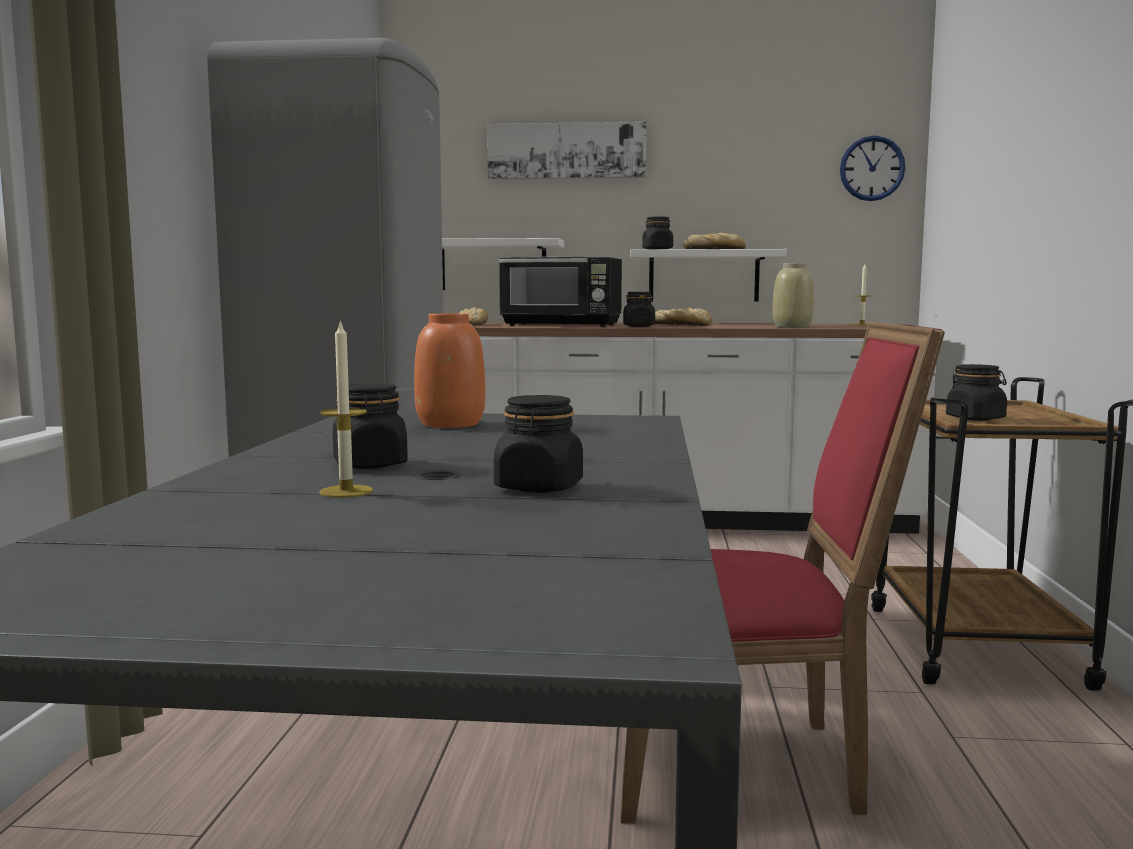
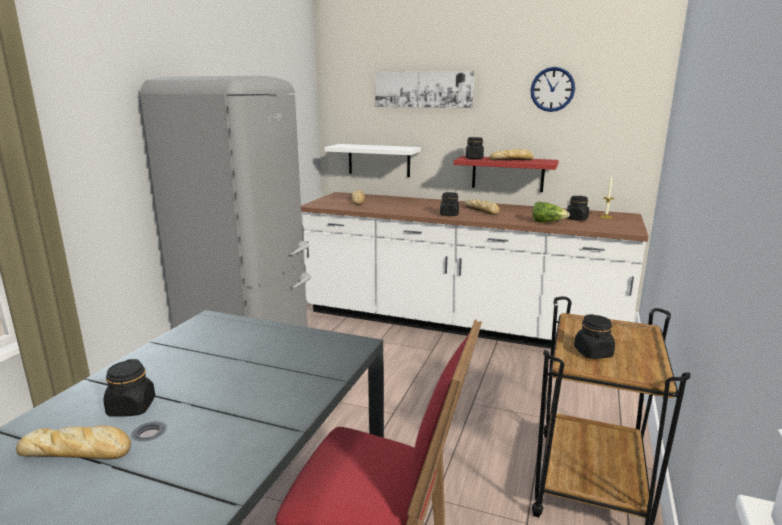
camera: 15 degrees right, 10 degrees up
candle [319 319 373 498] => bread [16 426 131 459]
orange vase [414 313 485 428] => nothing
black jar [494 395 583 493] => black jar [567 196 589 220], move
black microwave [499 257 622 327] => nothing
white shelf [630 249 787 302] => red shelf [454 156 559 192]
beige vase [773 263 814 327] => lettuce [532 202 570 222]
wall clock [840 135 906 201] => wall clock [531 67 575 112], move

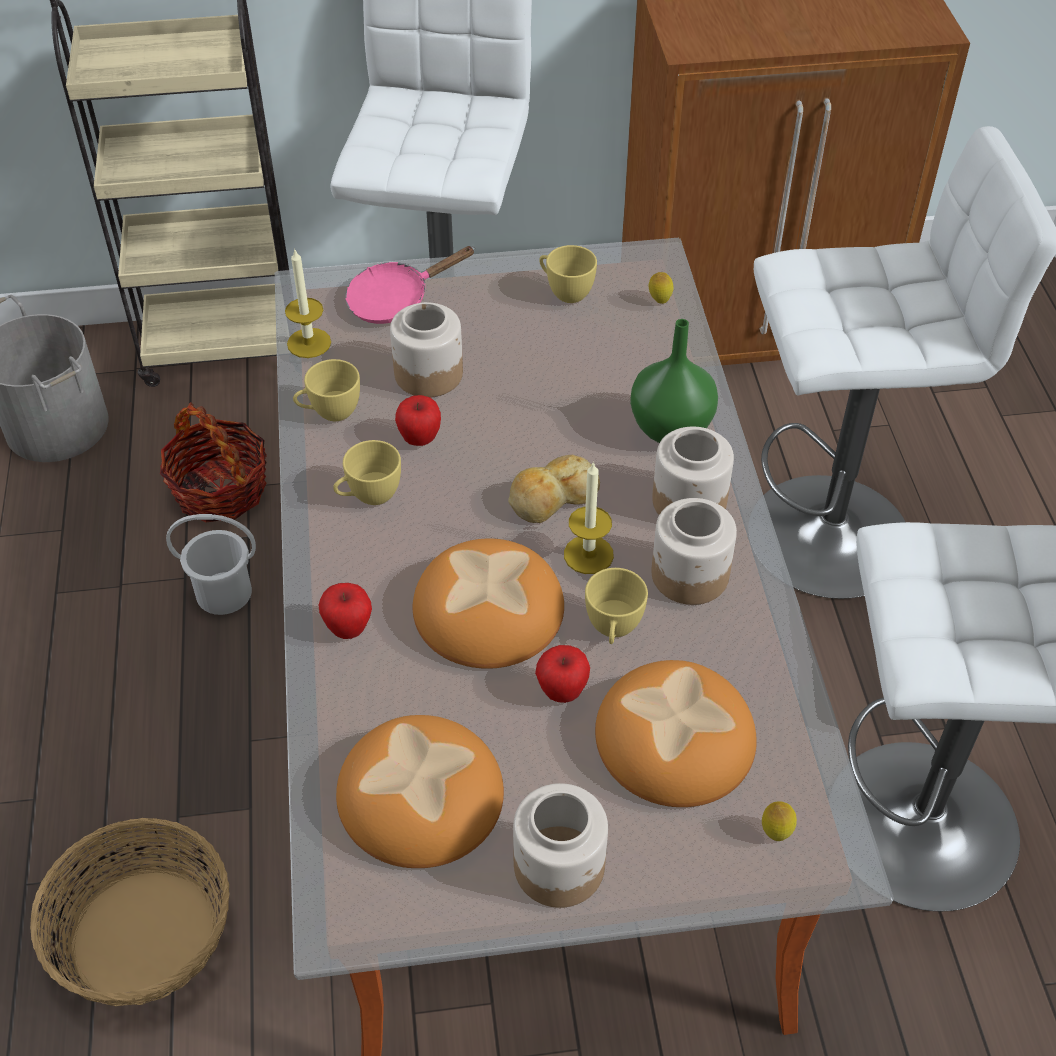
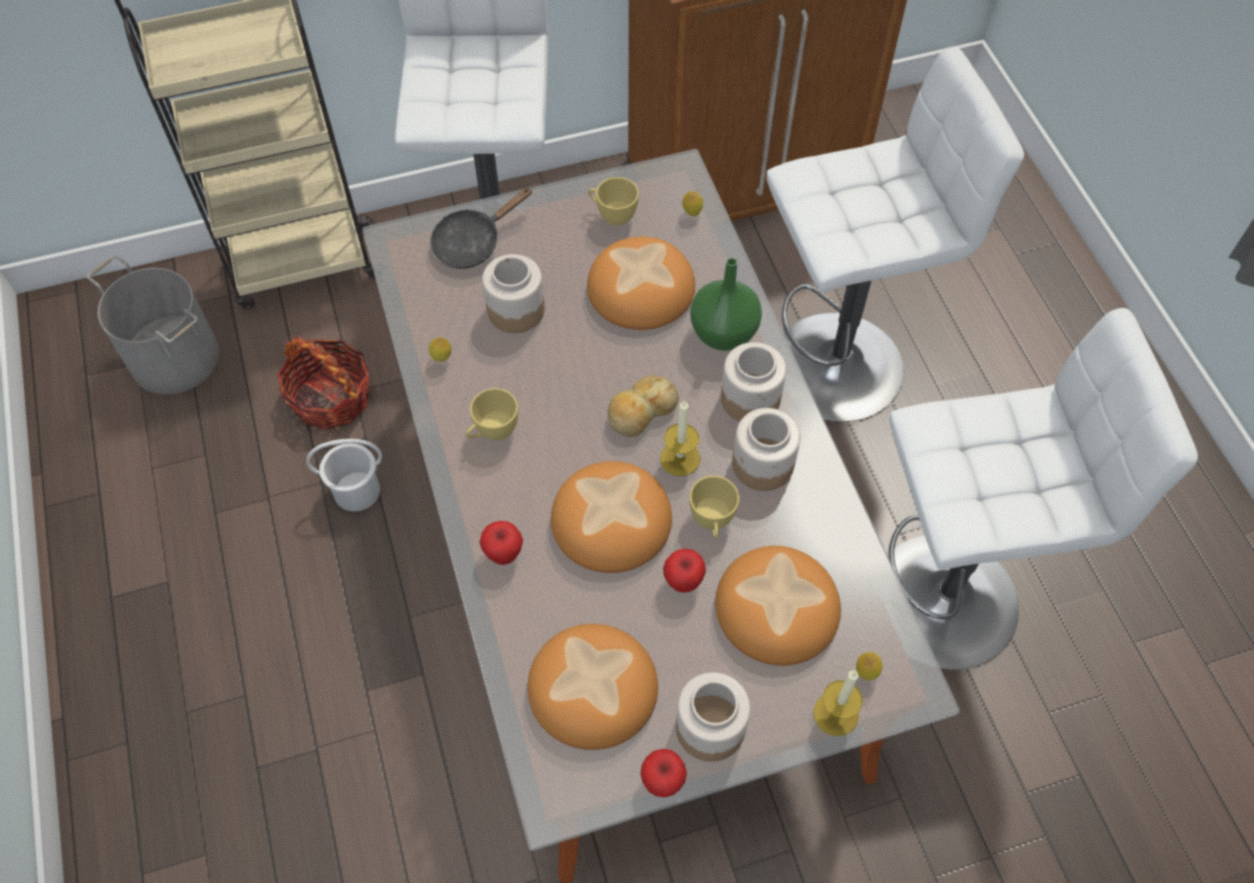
camera: 10 degrees left, 10 degrees up
basket [30 818 230 1006] => nothing
candle [285 250 331 358] => candle [813 670 863 736], move
yellow cup [293 359 360 421] => lemon [429 337 451 362]
pink frying pan [345 246 475 324] => black frying pan [430 187 533 269]
apple [395 395 441 446] => apple [640 749 687 797], move
nothing => bread [587 237 695 330]

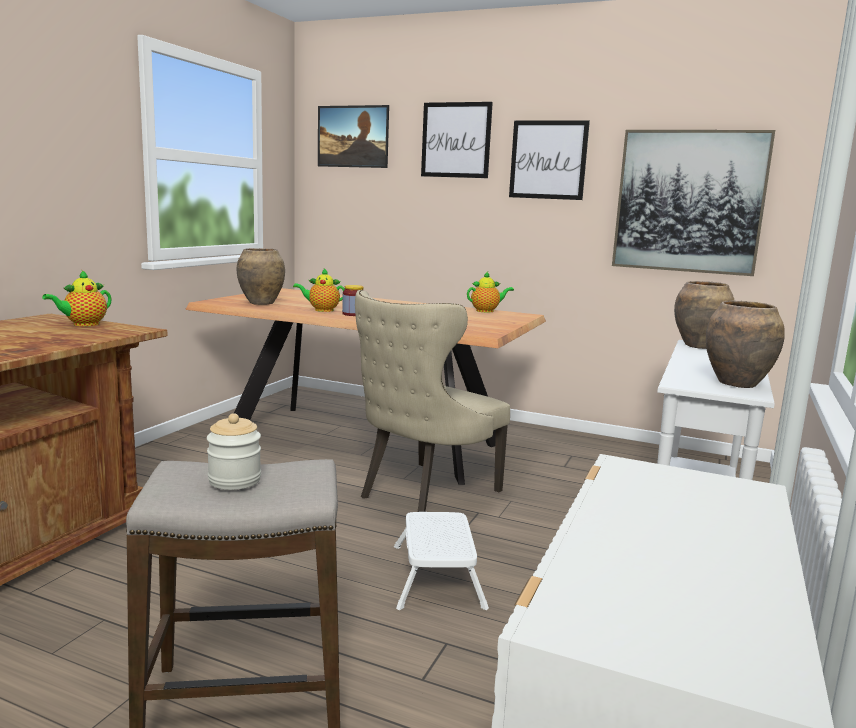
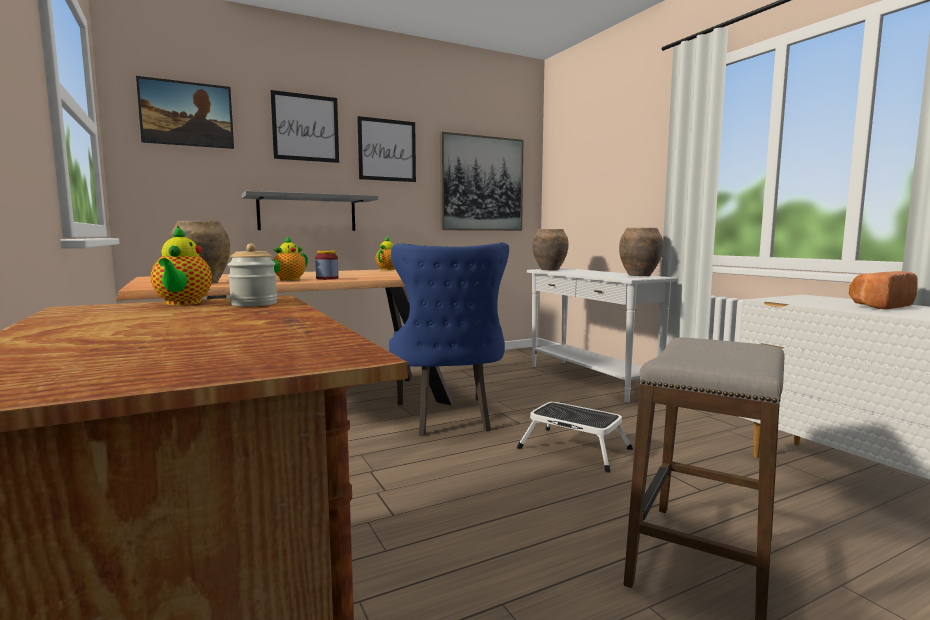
camera: 50 degrees left, 5 degrees down
jar [207 413 261 490] => jar [228 243 277 307], move
beige chair [355 290 510 512] => blue chair [389 243 509 436]
white step ladder [394 512 489 610] => black step ladder [517 402 633 473]
nothing => grey shelf [241 191 378 231]
nothing => bread [849 271 918 309]

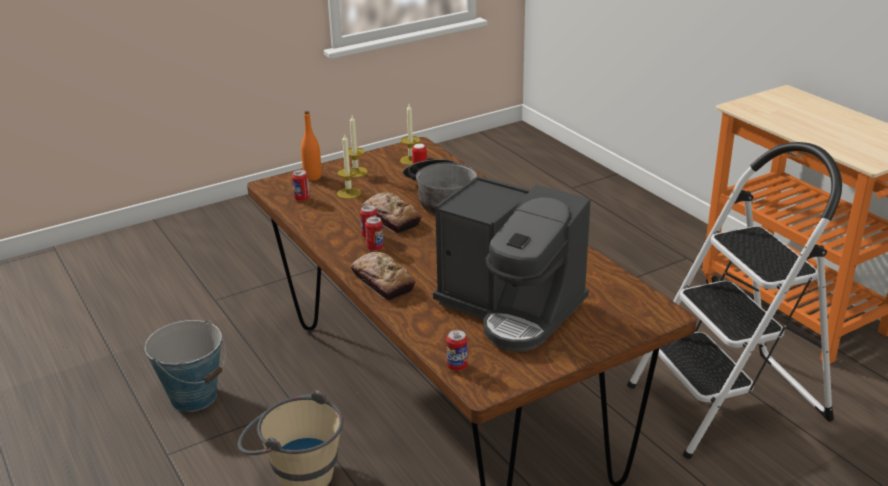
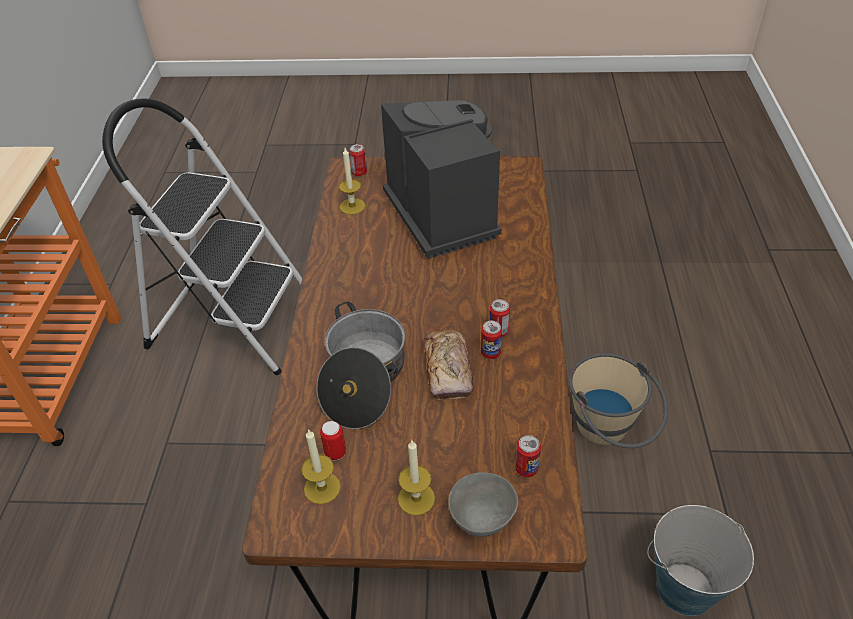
camera: 145 degrees left, 15 degrees up
orange bottle [301 111 322 181] => grey bowl [448 472 518 537]
candle [337 133 361 199] => candle [339 148 365 215], move
bread [351 252 415 300] => nothing
can [446 330 467 371] => can [349 144 367 176], move

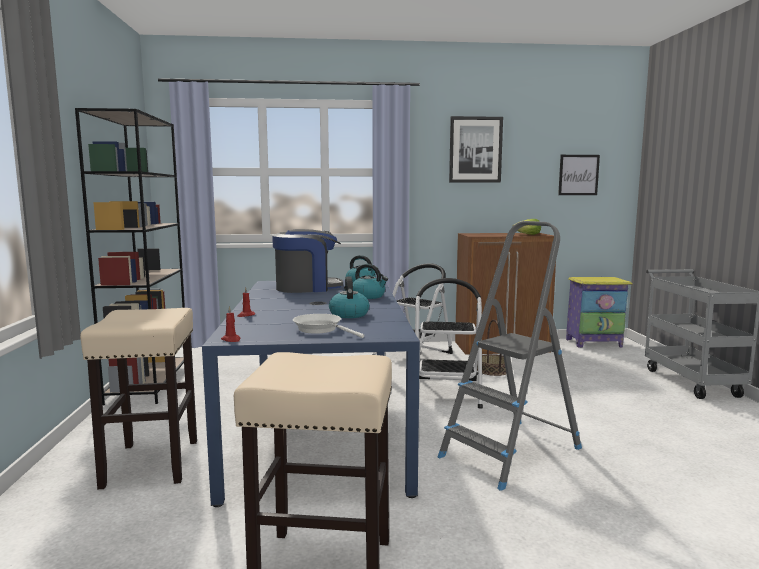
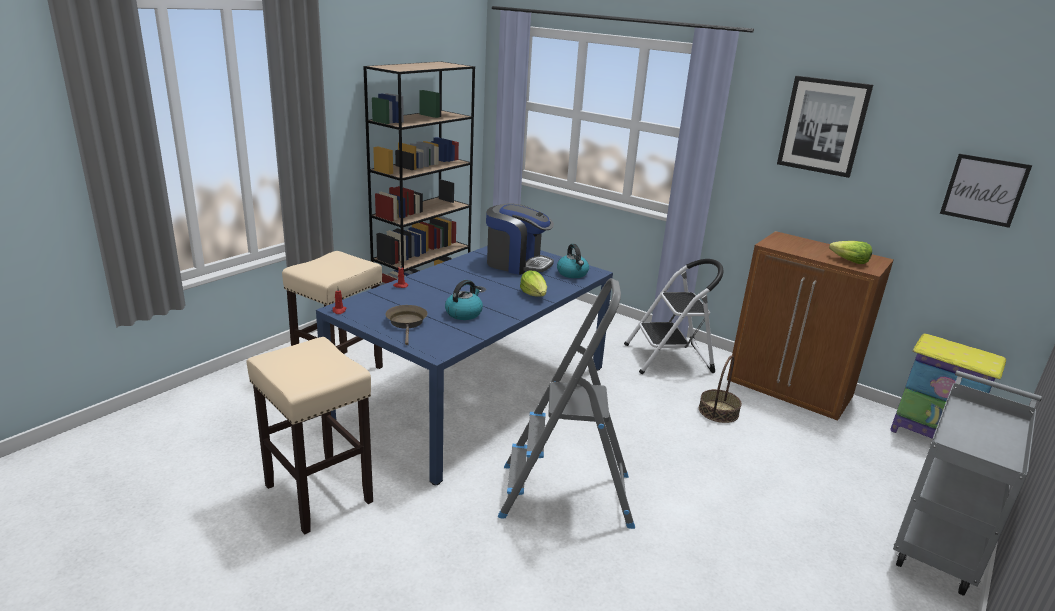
camera: 40 degrees right, 15 degrees up
white frying pan [293 314 364 338] => brown frying pan [385 305 427 345]
kettle [353 264 388 299] => lettuce [520 270 547 296]
step ladder [415 278 483 409] => nothing

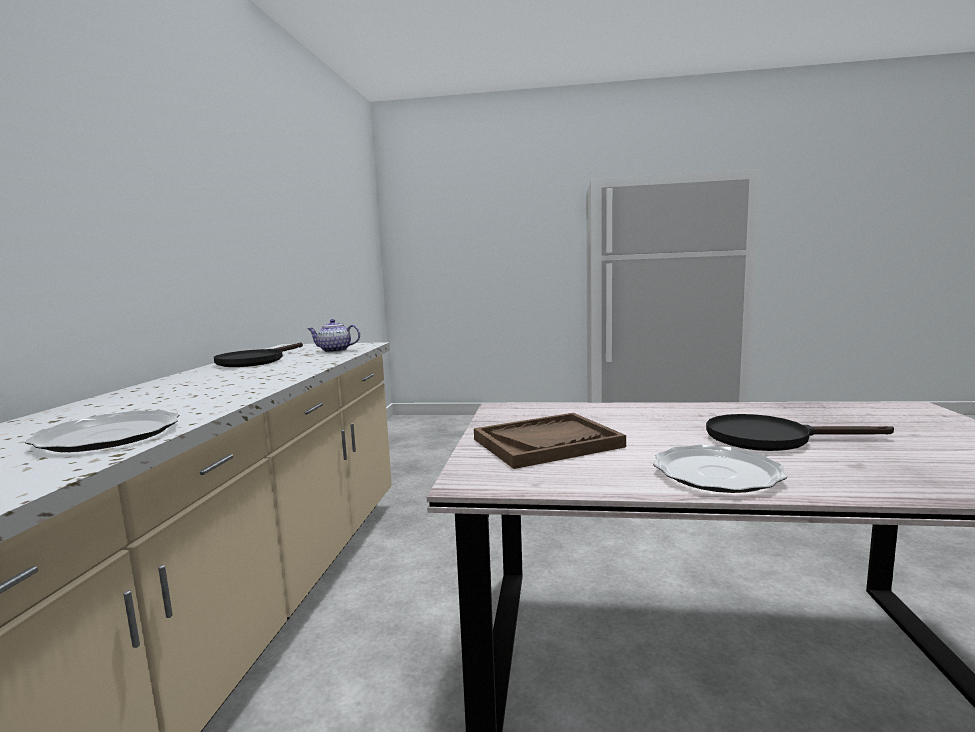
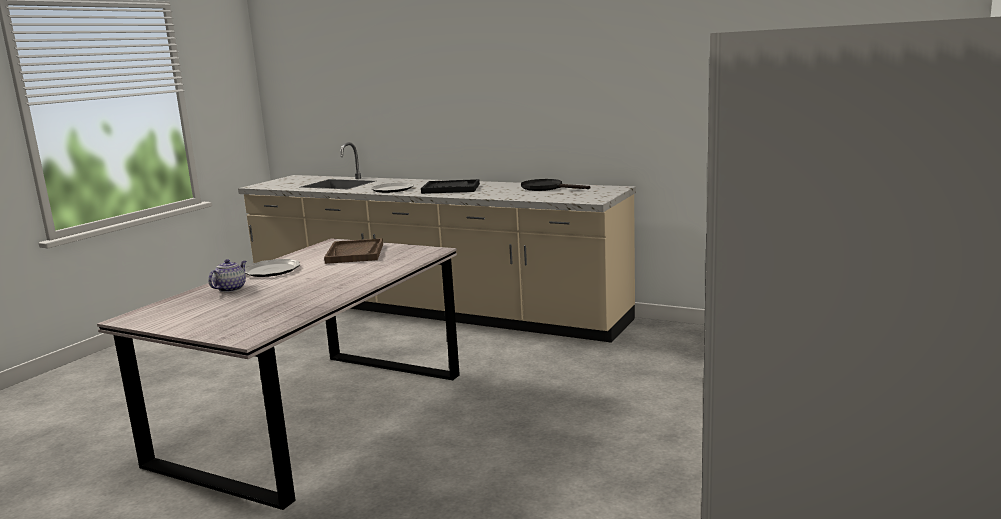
camera: 110 degrees right, 5 degrees up
teapot [307 319 360 352] => teapot [208 259 246 292], move
black frying pan [706 414 894 451] => nothing
nothing => black tray [421 179 480 194]

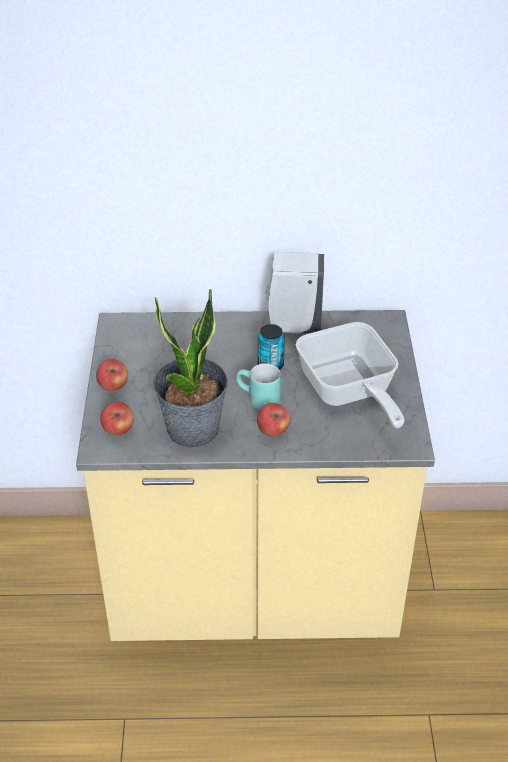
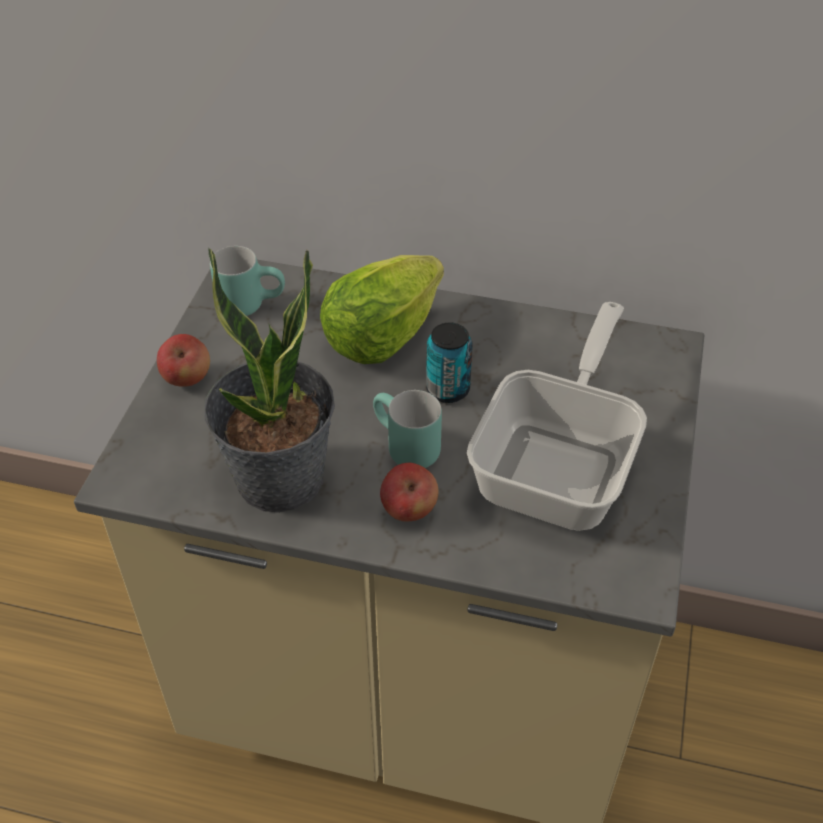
camera: 15 degrees right, 5 degrees up
apple [100 402 134 435] => nothing
white soap dispenser [265 252 324 333] => nothing
frying pan [296 322 405 428] => frying pan [467 302 647 531], 150 degrees counterclockwise
nothing => turquoise mug [210 246 285 316]
nothing => lettuce [320 255 444 364]

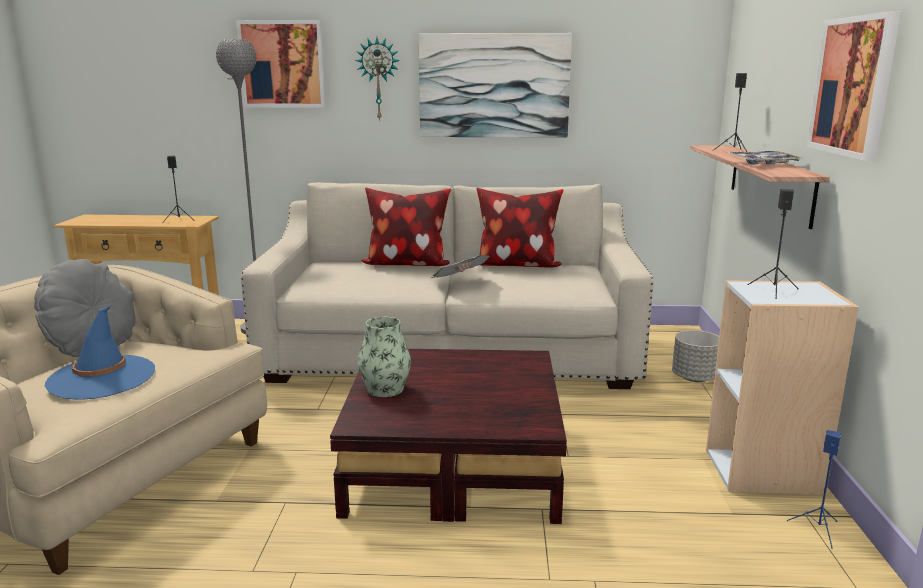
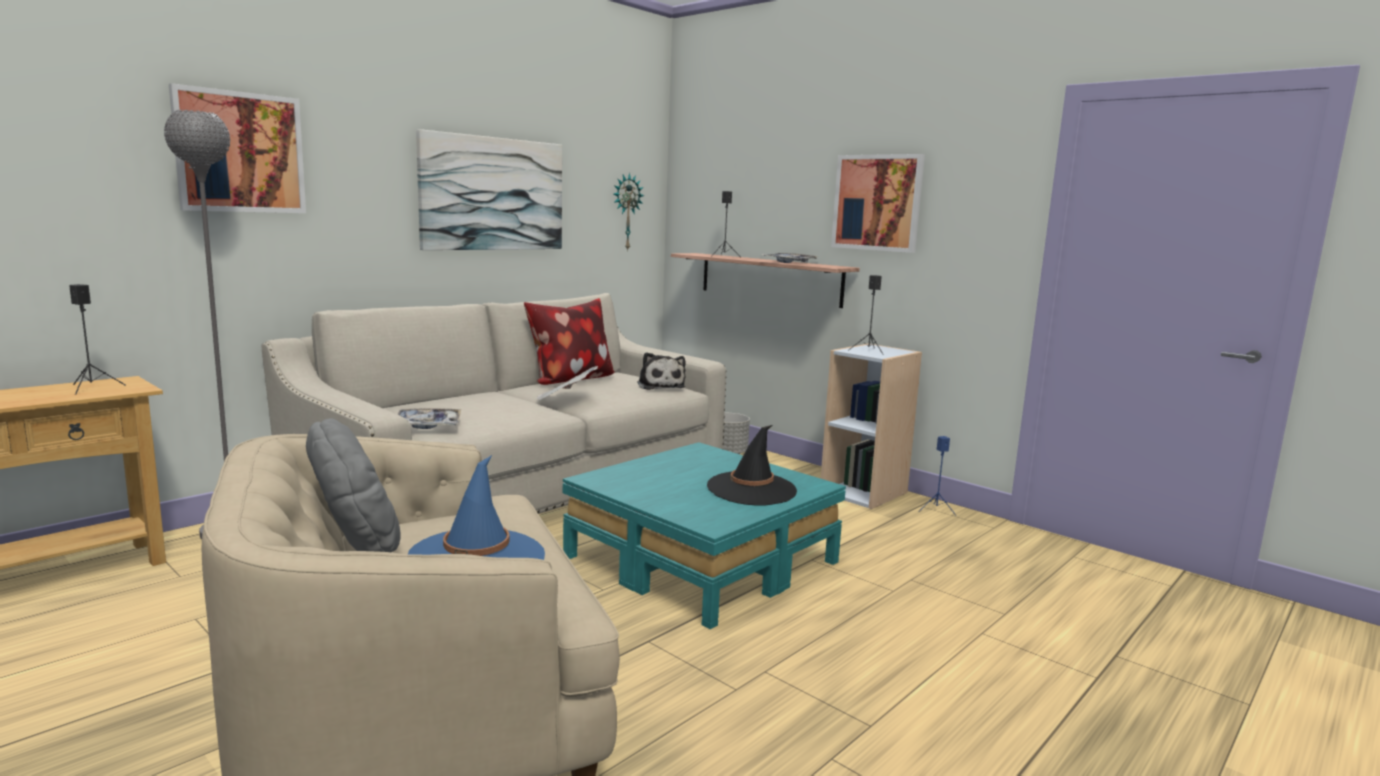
camera: 50 degrees left, 5 degrees down
brown coffee table [330 349 567 524] => turquoise coffee table [563 442 846 629]
wall clock [355 37 400 121] => wall clock [614 173 644 251], move
vase [358 317 411 397] => nothing
pillow [361 188 451 266] => nothing
nothing => tray [398 408 461 429]
nothing => plush toy [637 352 686 390]
nothing => black hat [707 425 797 506]

